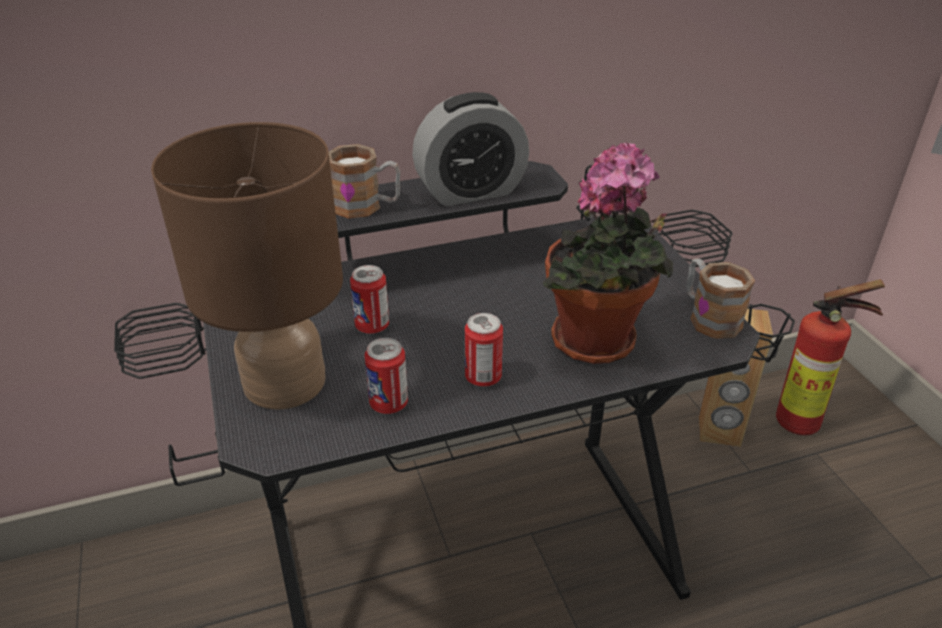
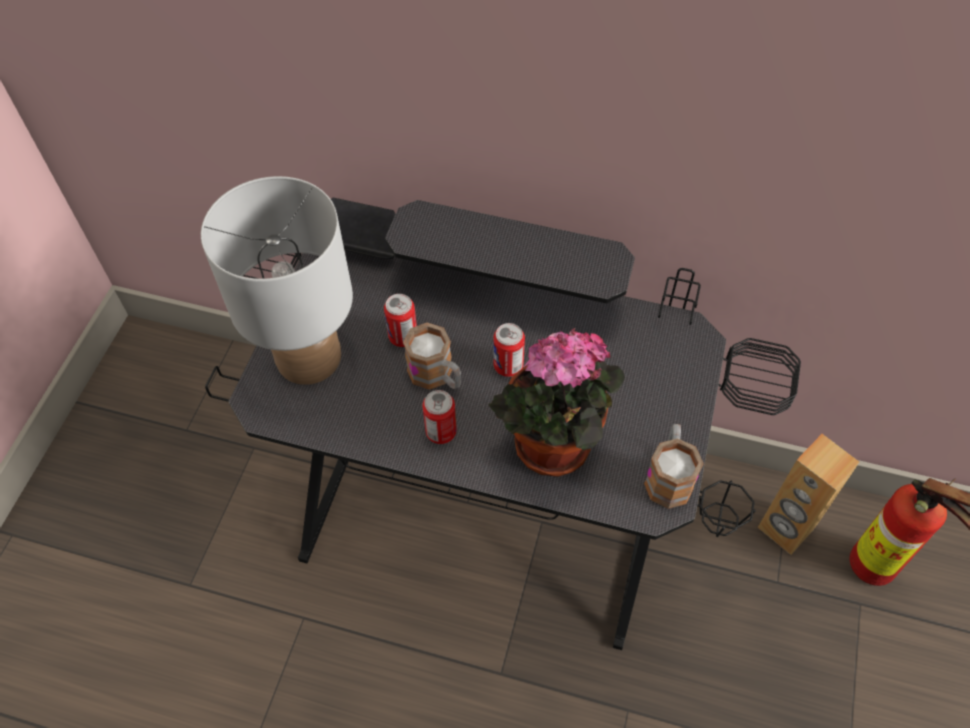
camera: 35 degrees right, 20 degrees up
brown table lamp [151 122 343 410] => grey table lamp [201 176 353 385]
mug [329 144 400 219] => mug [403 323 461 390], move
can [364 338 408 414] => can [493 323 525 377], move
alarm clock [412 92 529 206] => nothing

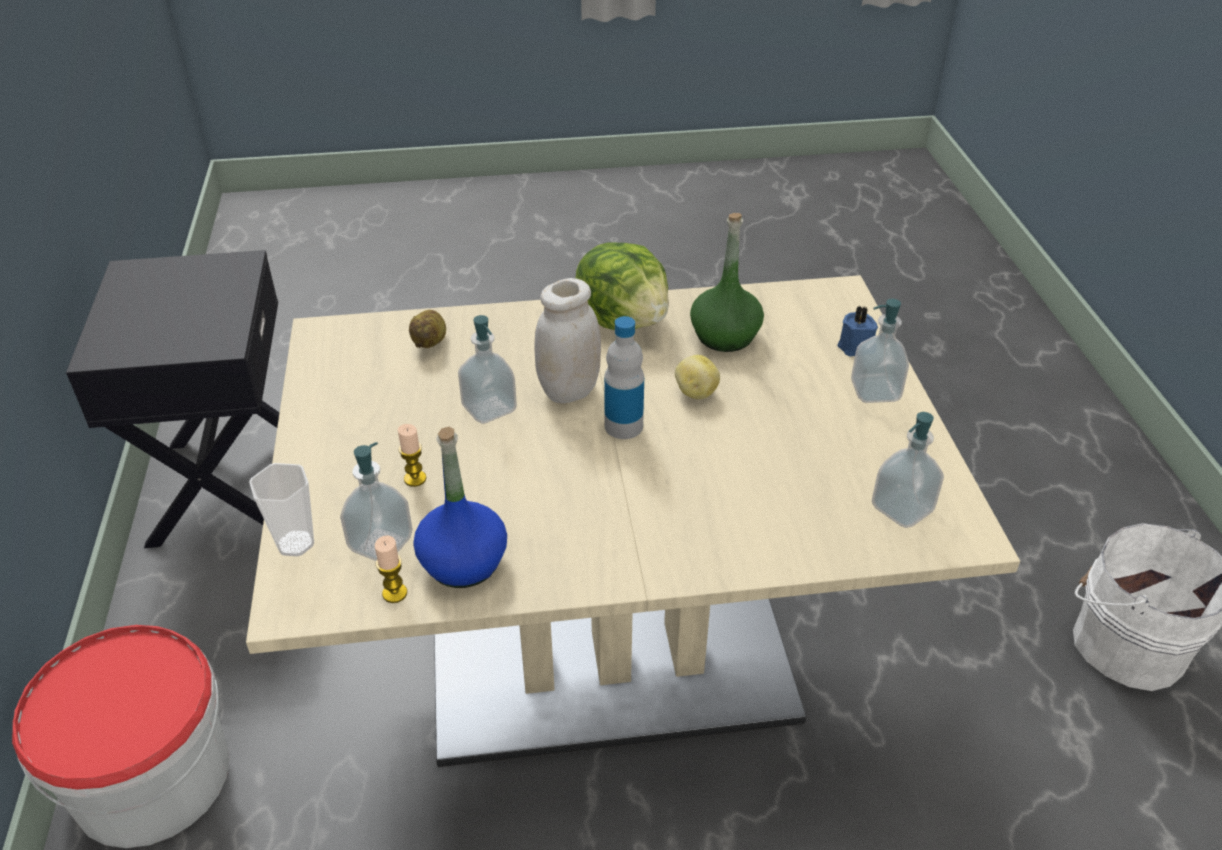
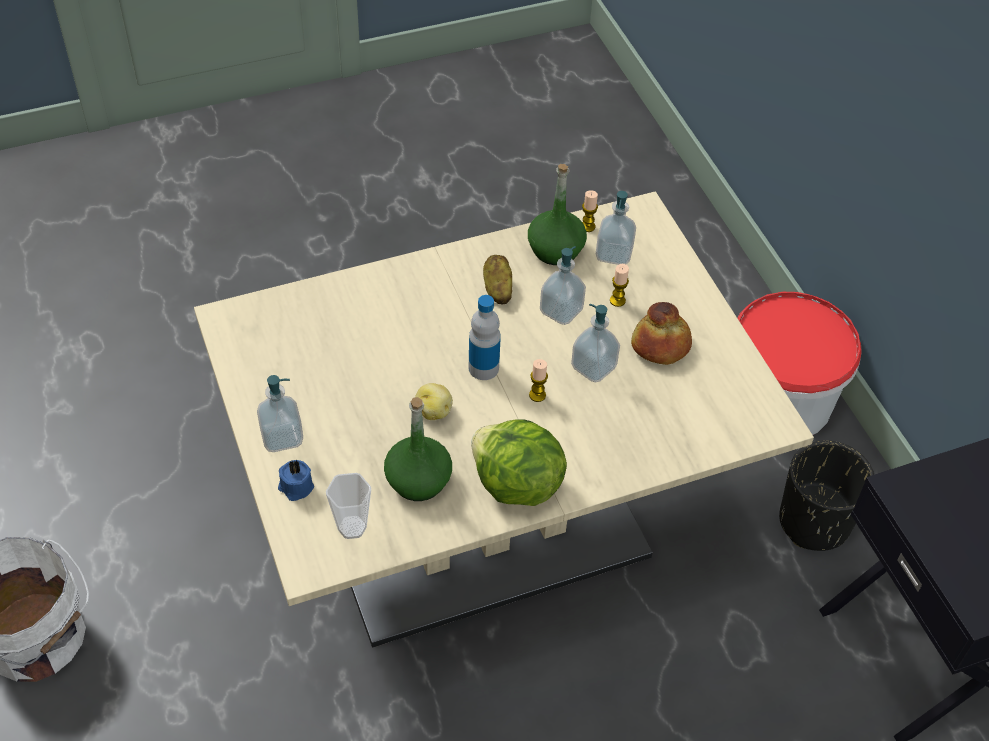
camera: 165 degrees right, 10 degrees up
cup [249 463 314 557] => cup [326 473 371 539], move
potato [409 310 446 348] => potato [483 255 512 304], move
blue bottle [413 427 507 588] => green bottle [528 164 587 265]
white jar [534 278 601 403] => candle [529 359 548 402]
soap dispenser [872 412 944 528] => soap dispenser [540 246 586 325], move
nothing => bread [631 302 692 365]
nothing => black planter [779 440 874 551]

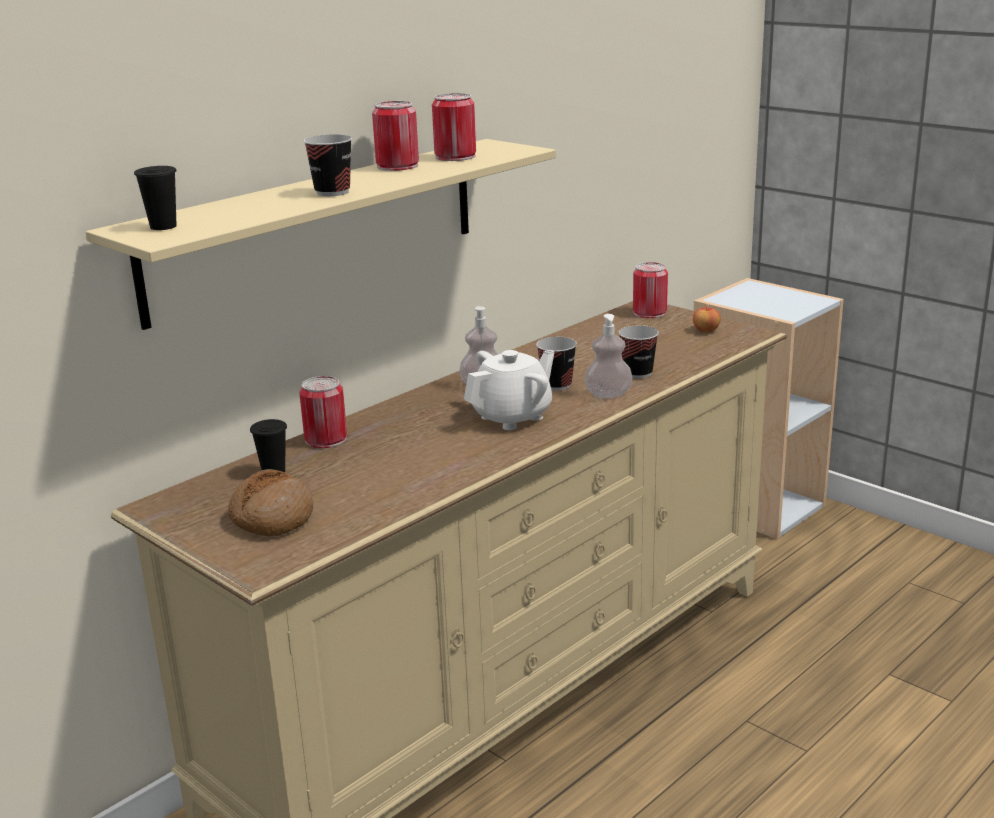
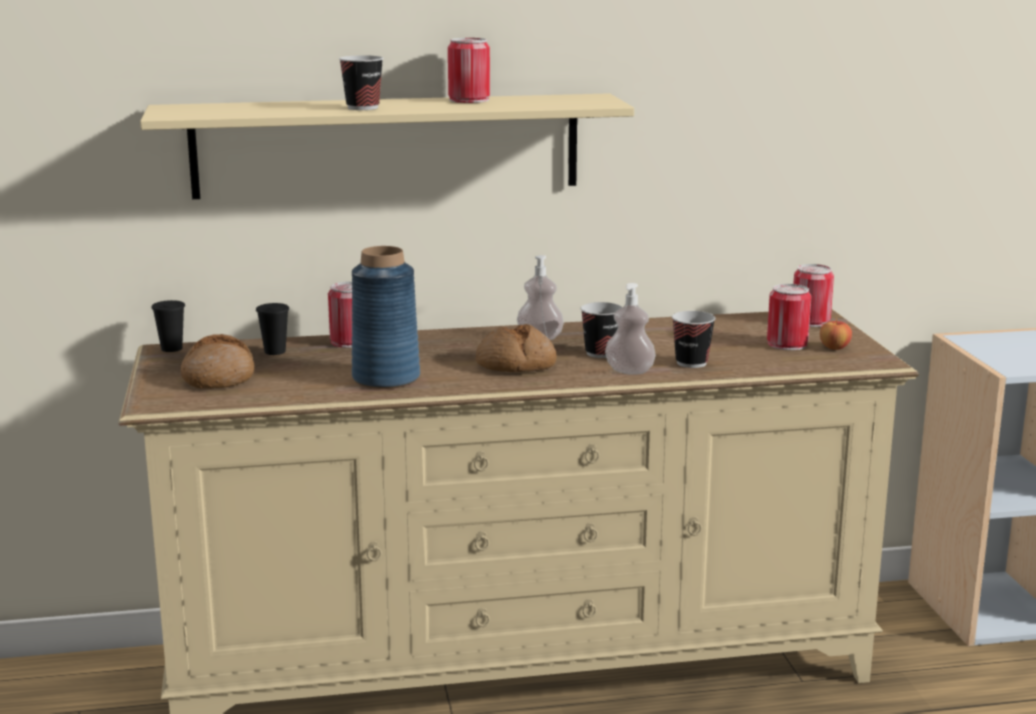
camera: 35 degrees right, 5 degrees down
black cup [134 166 177 230] => black cup [151 300 185 352], move
can [432 93 476 161] => can [767 284 812 350], move
white teapot [464 350 554 430] => bread [476 324 557 372]
nothing => blue vase [352 246 420 389]

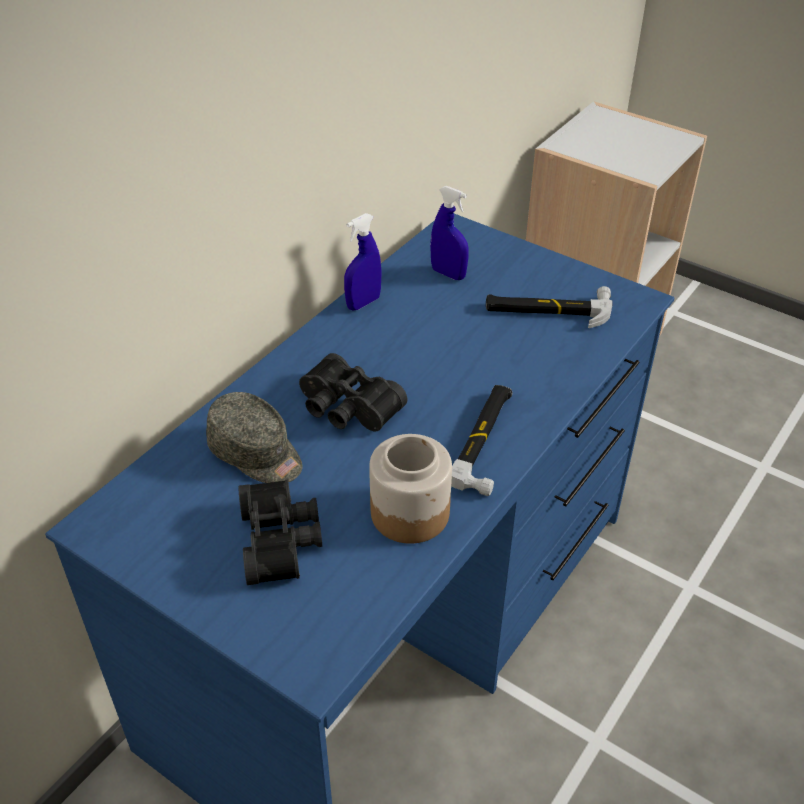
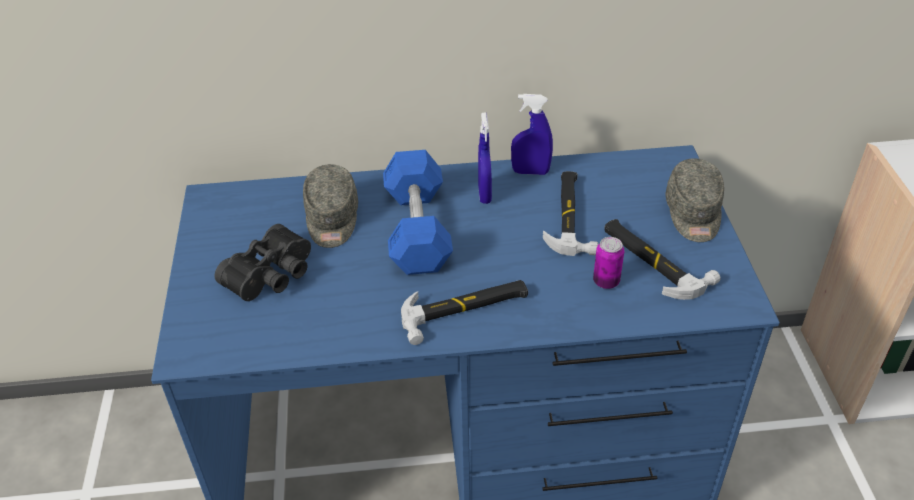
camera: 50 degrees right, 0 degrees up
black binoculars [299 353 408 432] => blue dumbbell [383 150 453 275]
jar [369 434 452 544] => nothing
blue spray bottle [430 186 469 280] => blue spray bottle [478 112 492 204], move
nothing => hammer [543 171 598 256]
nothing => can [593 237 625 289]
nothing => grey cap [666 158 724 242]

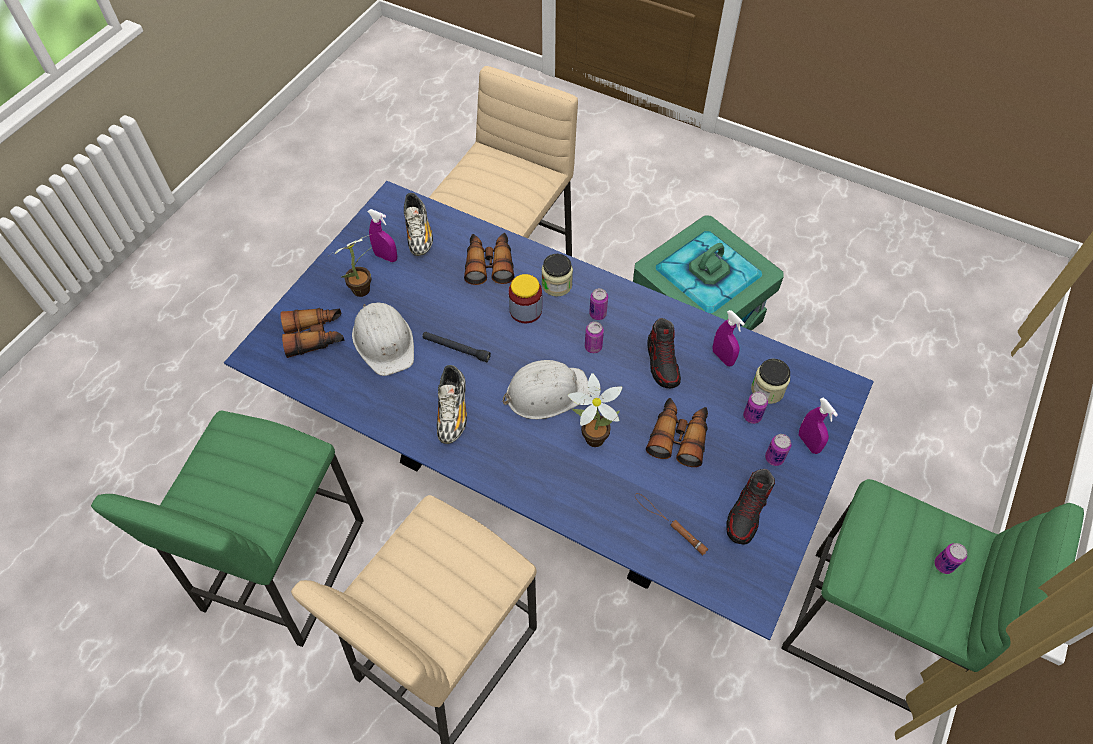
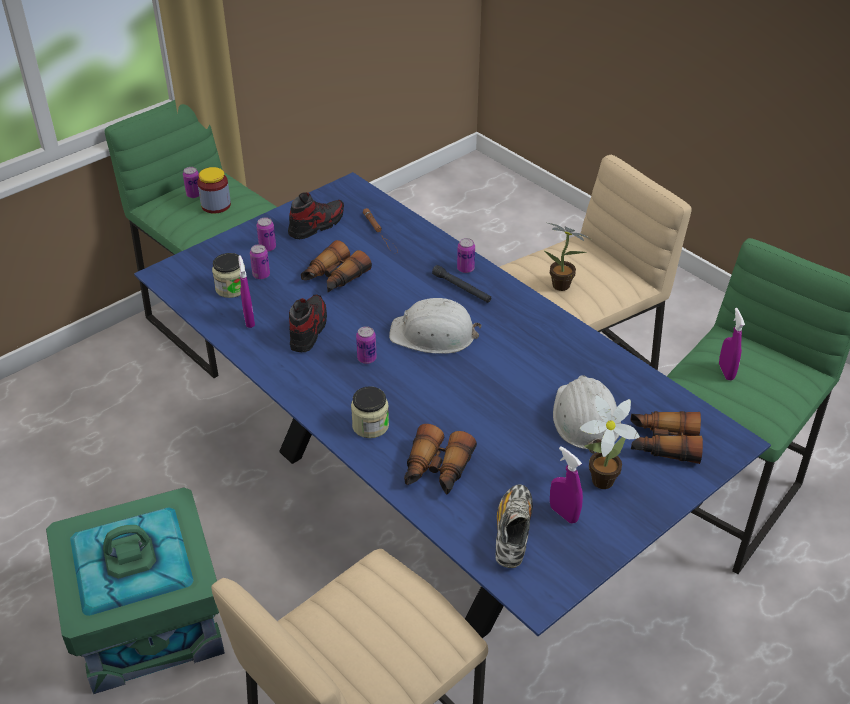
camera: 160 degrees left, 15 degrees down
black flashlight [422 332 491 362] => black flashlight [432 265 491 303], move
shoe [437 365 467 444] => nothing
jar [509 274 542 323] => jar [197 167 231 214], move
potted plant [568 373 622 447] => potted plant [544 223 590 291], move
can [589 288 608 320] => can [457 238 475 273], move
purple spray bottle [799 398 838 454] => purple spray bottle [719 308 745 380], move

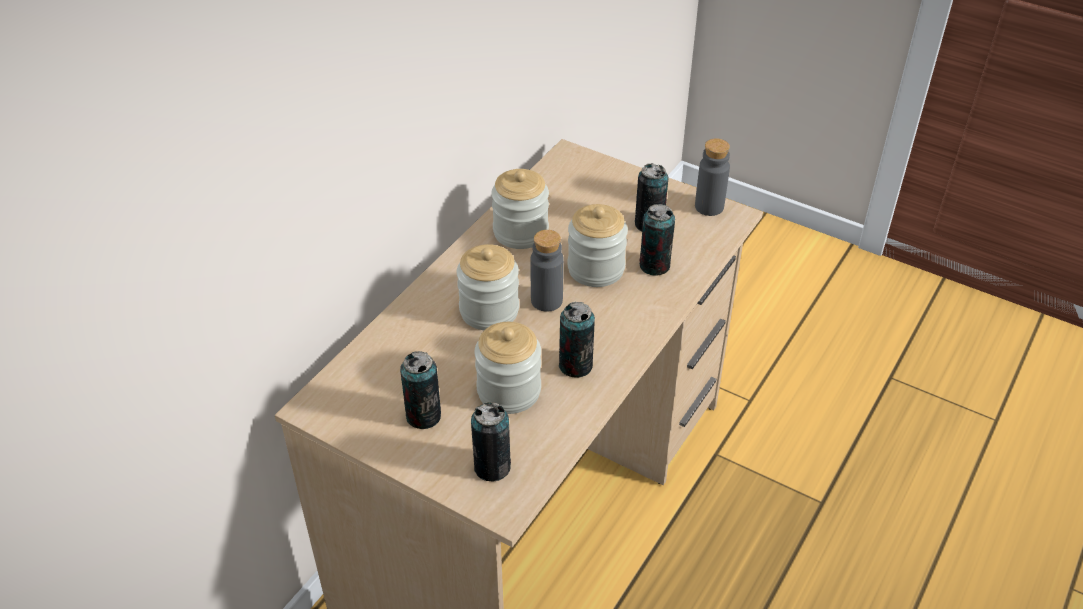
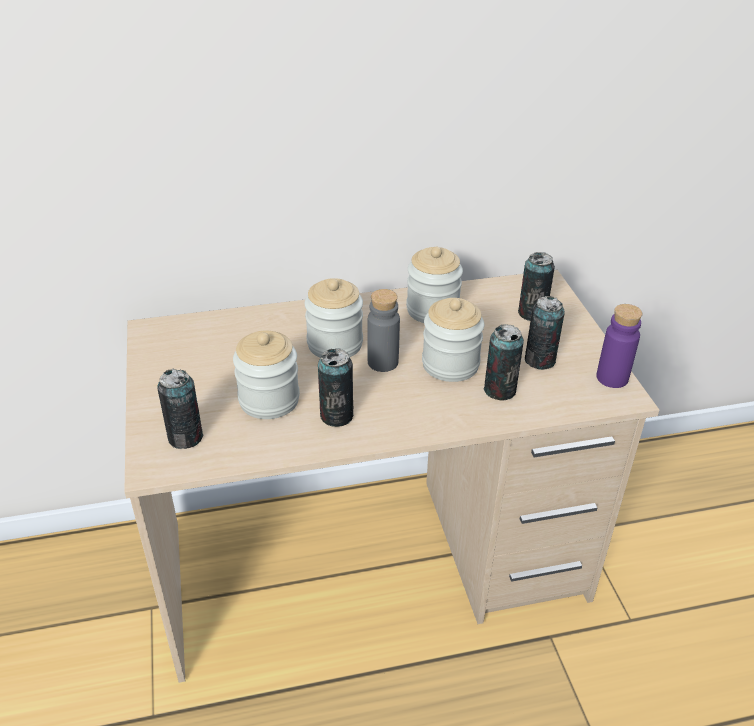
camera: 45 degrees right, 5 degrees down
can [400 351 441 429] => can [518 252 555 321], move
grey bottle [695 138 730 216] => purple bottle [596 304 642 388]

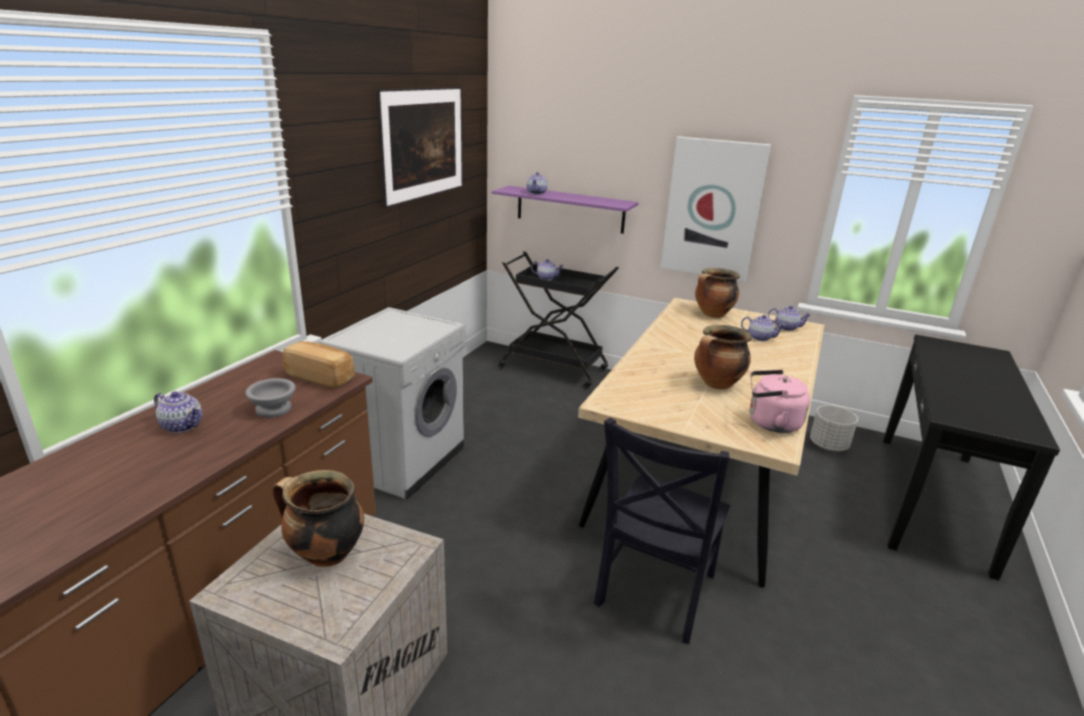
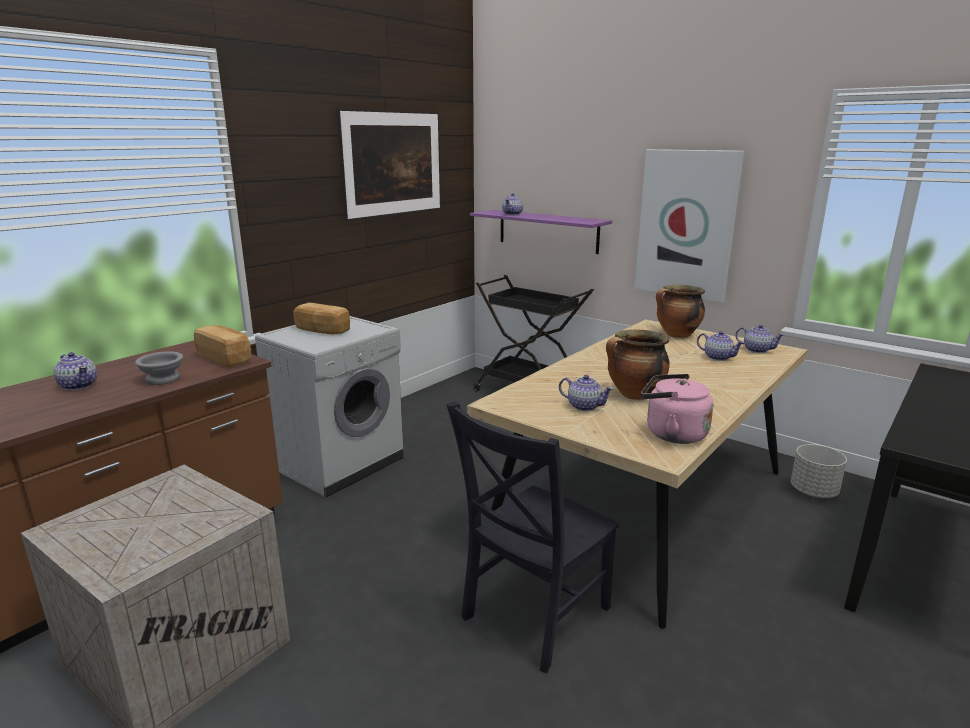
camera: 15 degrees right, 5 degrees down
cooking pot [273 470 364 567] => nothing
teapot [531 259 563 280] => teapot [559 375 614 411], move
nothing => bread [294 303 350 334]

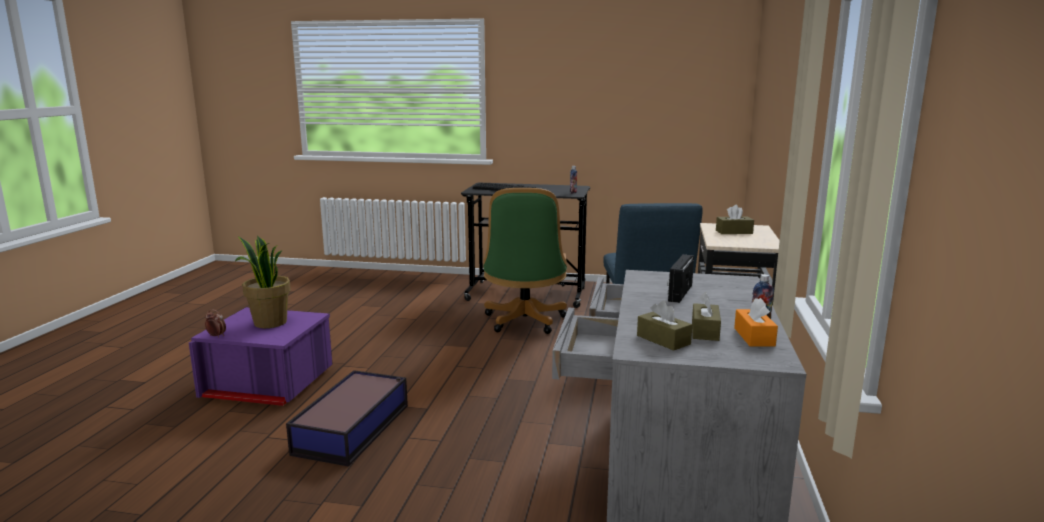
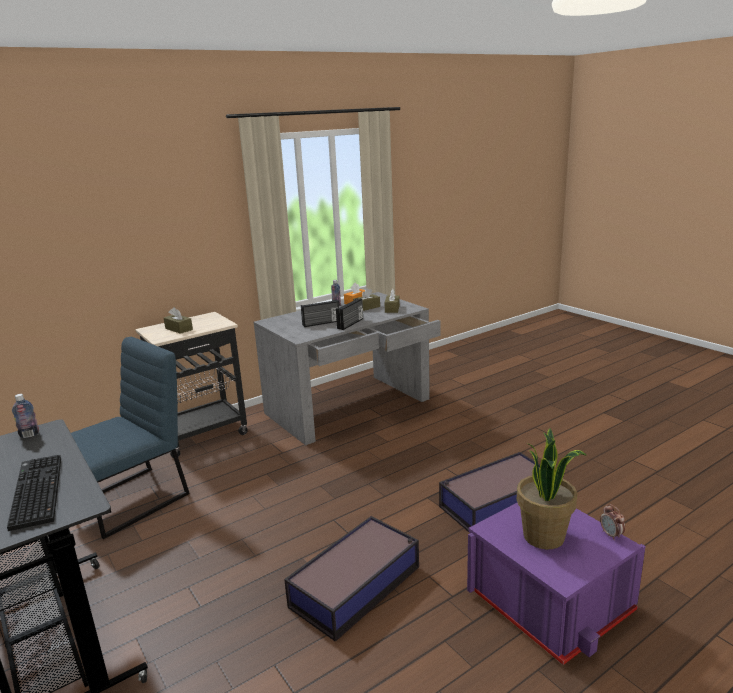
camera: 135 degrees left, 5 degrees up
green office chair [484 188 567 334] => nothing
nothing => storage box [284 516 419 642]
nothing => radio [336 298 363 330]

